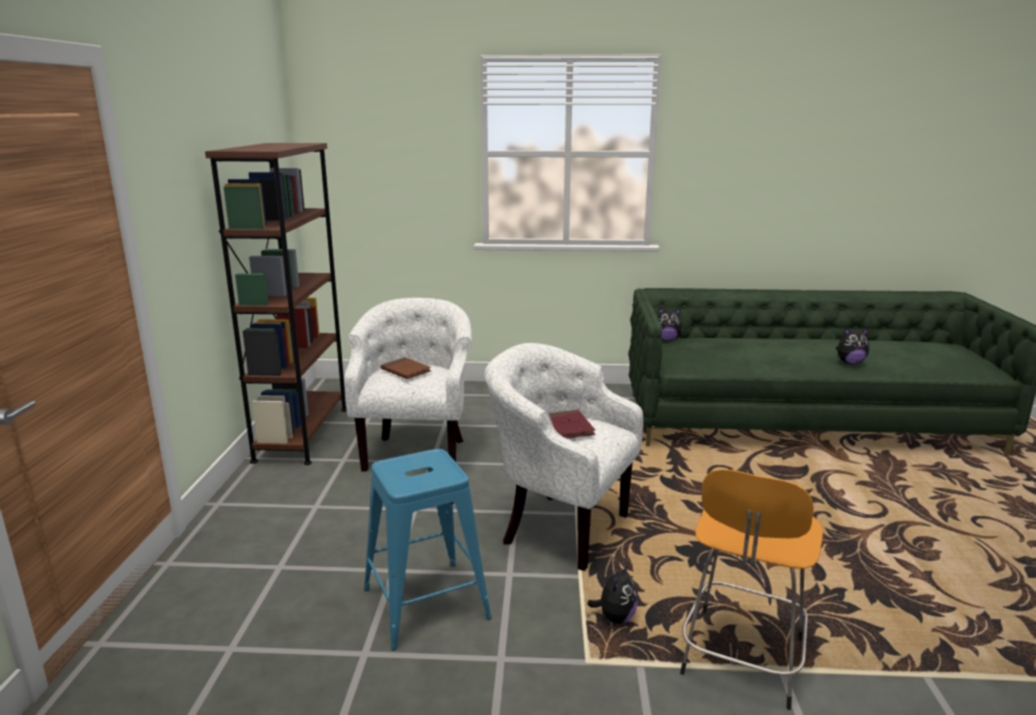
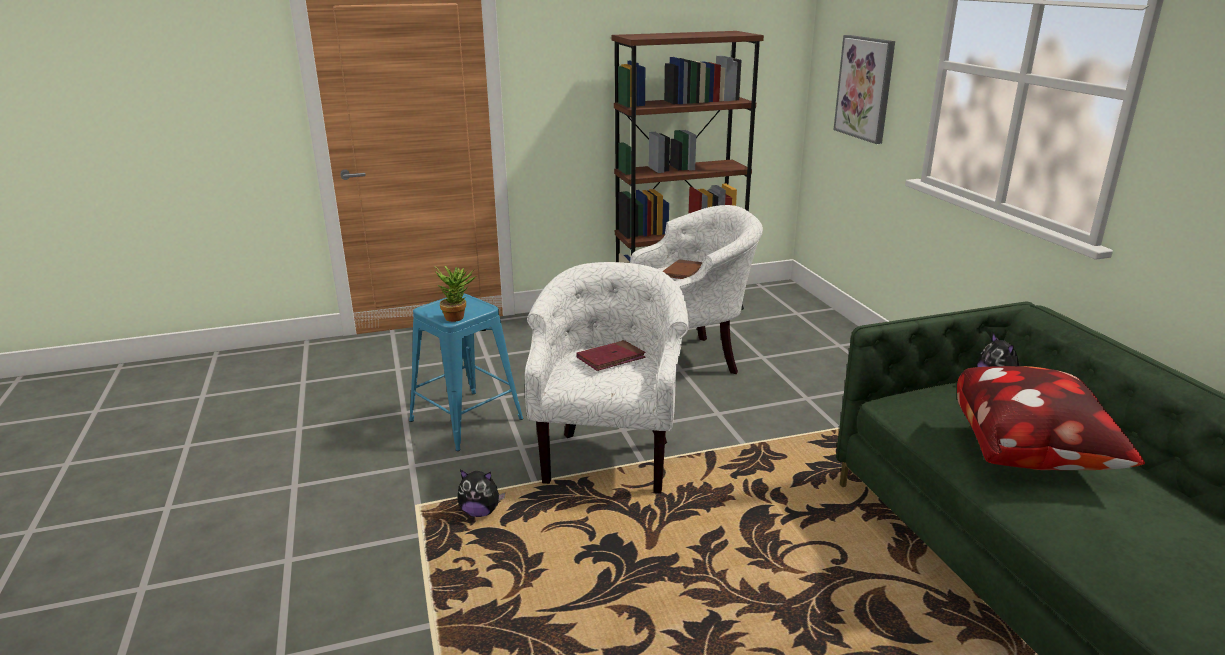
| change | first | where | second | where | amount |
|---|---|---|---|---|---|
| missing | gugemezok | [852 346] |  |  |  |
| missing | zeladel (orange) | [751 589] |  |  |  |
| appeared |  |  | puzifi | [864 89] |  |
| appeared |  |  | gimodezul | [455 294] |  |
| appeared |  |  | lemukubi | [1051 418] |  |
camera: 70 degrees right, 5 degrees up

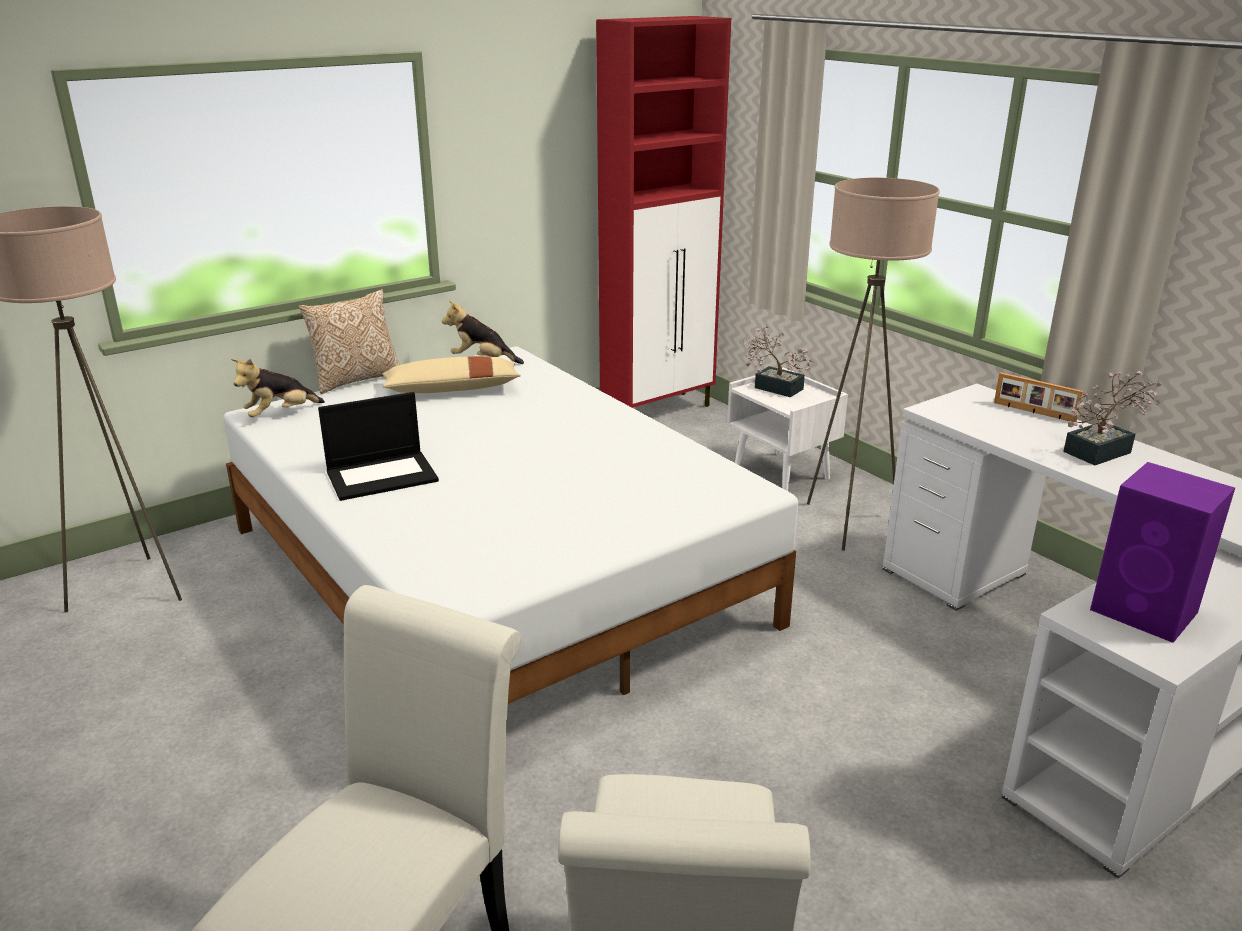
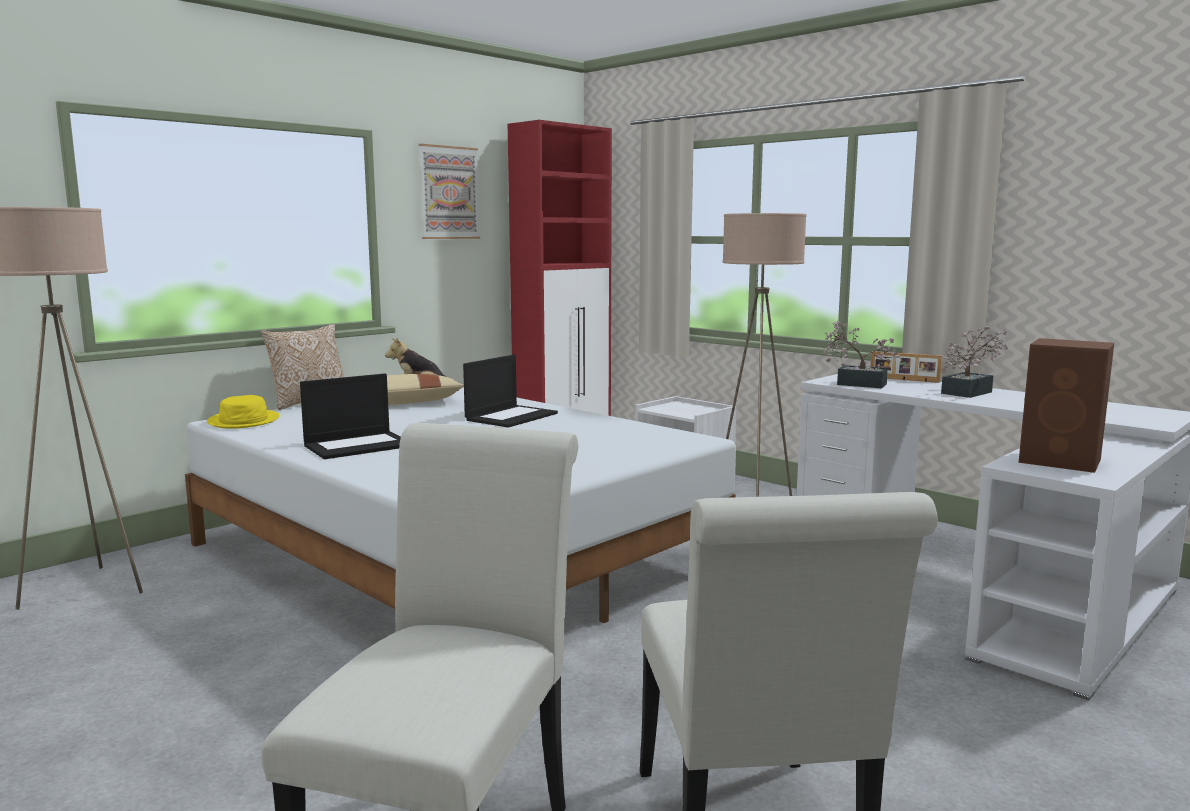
| change | first | where | second | where | amount |
|---|---|---|---|---|---|
| relocated | gimodezul | [779 361] |  | [861 354] |  |
| exchanged | gugemezok | [278 387] | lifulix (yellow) | [243 412] |  |
| colour | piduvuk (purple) | [1162 552] | piduvuk (brown) | [1066 405] |  |
| appeared |  |  | puzifi | [449 191] |  |
| appeared |  |  | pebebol | [510 391] |  |
camera: 10 degrees left, 15 degrees down

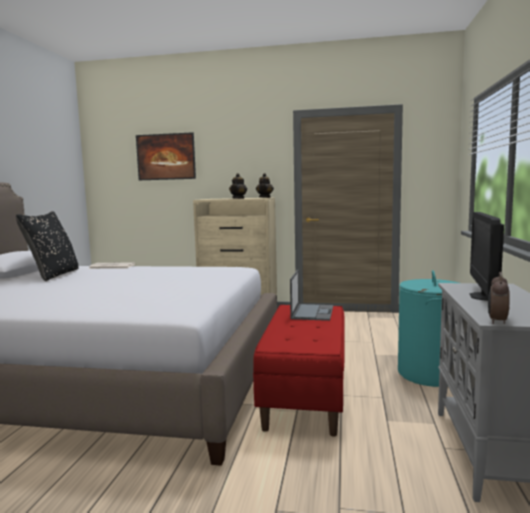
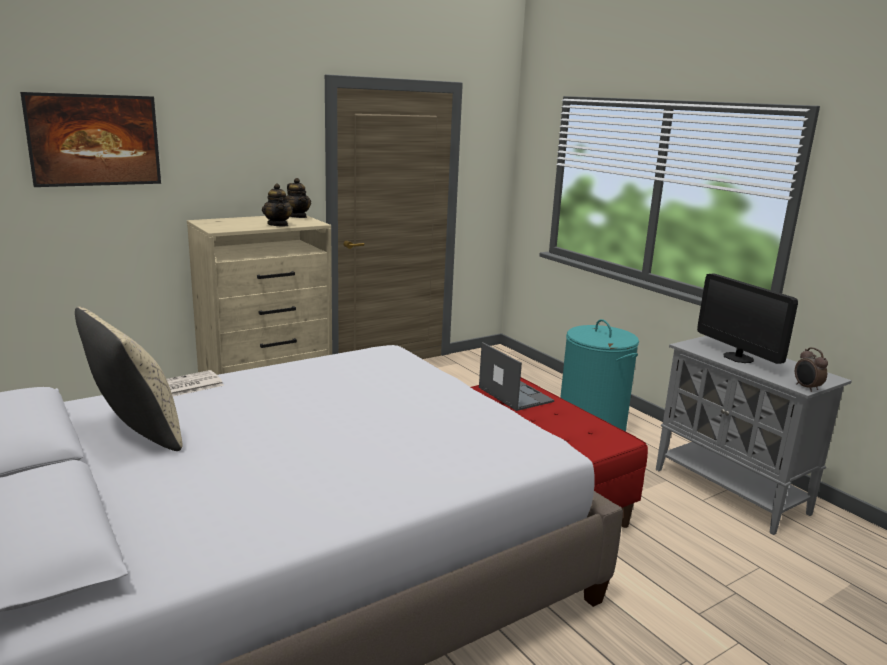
| change | first | where | second | where | amount |
|---|---|---|---|---|---|
| colour | lemukubi (black) | [47 246] | lemukubi (beige) | [129 379] |  |
camera: 45 degrees left, 10 degrees up

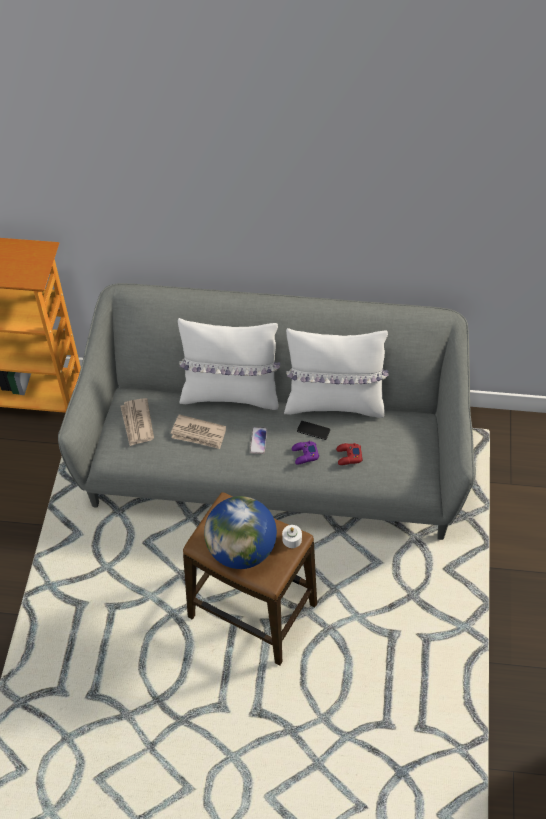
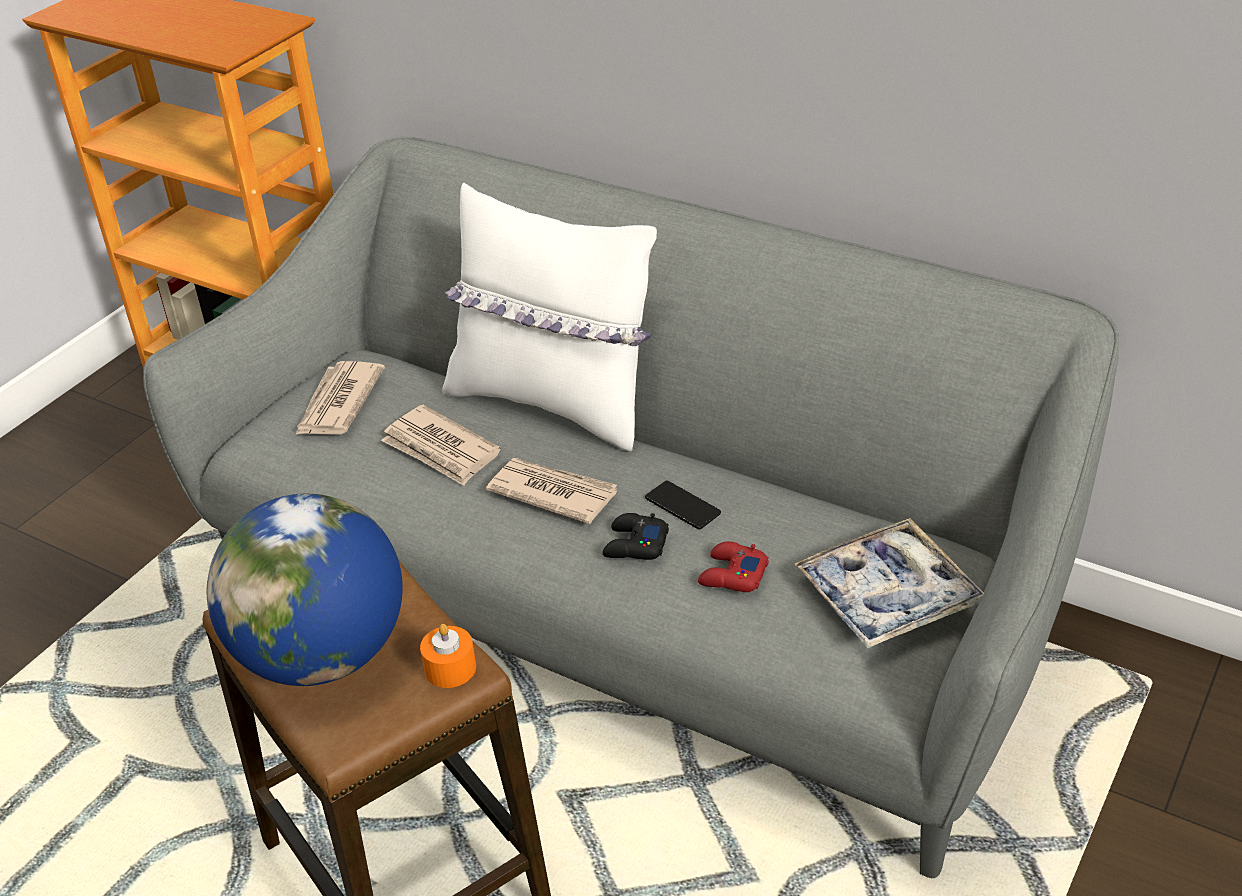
| change | first | where | second | where | amount |
|---|---|---|---|---|---|
| missing | lemukubi (white) | [336 373] |  |  |  |
| exchanged | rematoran | [258 440] | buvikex | [551 491] |  |
| colour | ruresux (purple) | [305 453] | ruresux (black) | [636 536] |  |
| colour | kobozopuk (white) | [292 536] | kobozopuk (orange) | [448 656] |  |
| appeared |  |  | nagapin | [889 583] |  |
camera: 25 degrees right, 15 degrees down

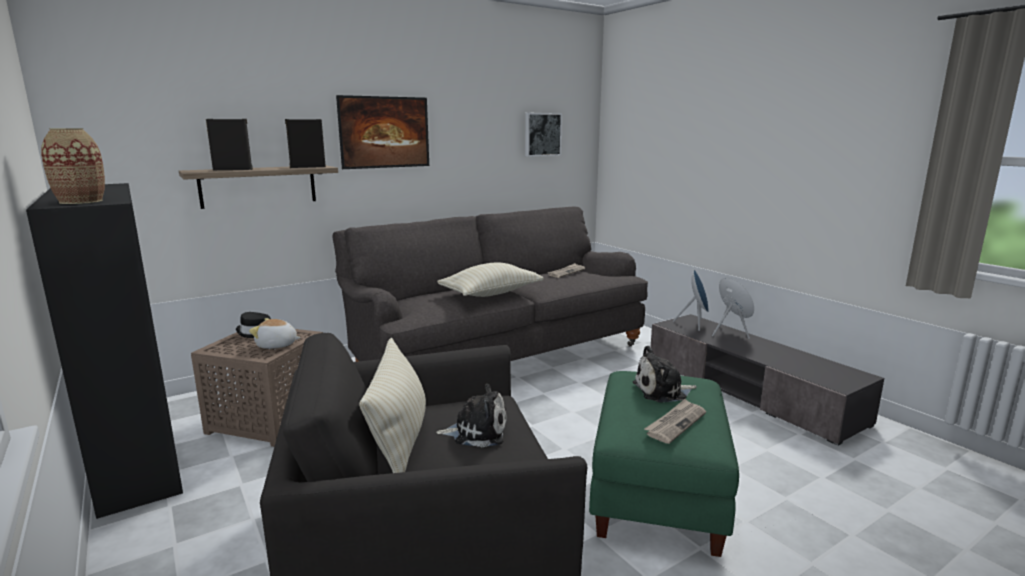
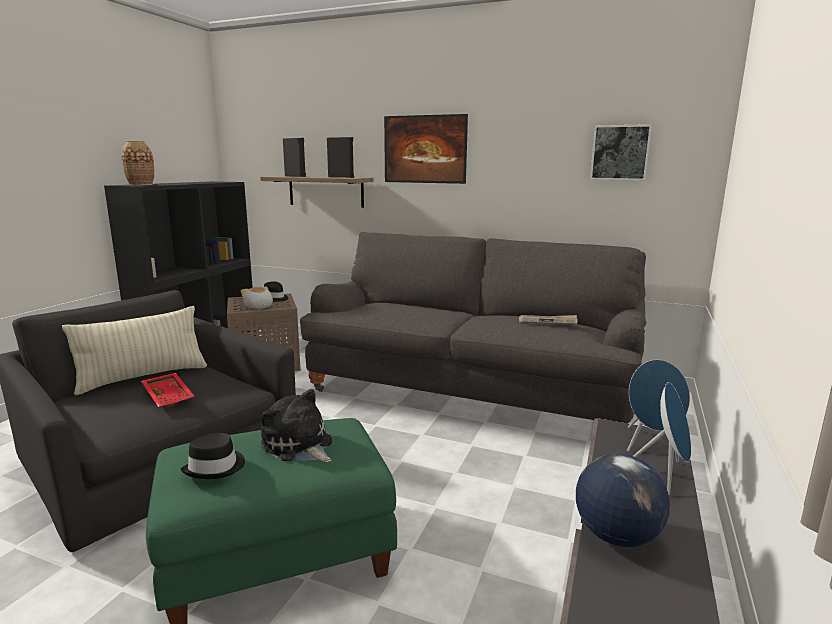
| change | first | where | second | where | amount |
|---|---|---|---|---|---|
| missing | lemukubi (beige) | [490 280] |  |  |  |
| exchanged | gugemezok | [471 415] | nagapin (red) | [167 390] |  |
| exchanged | buvikex | [675 421] | lifulix (black) | [213 456] |  |
| appeared |  |  | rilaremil | [623 500] |  |
camera: 55 degrees right, 0 degrees up

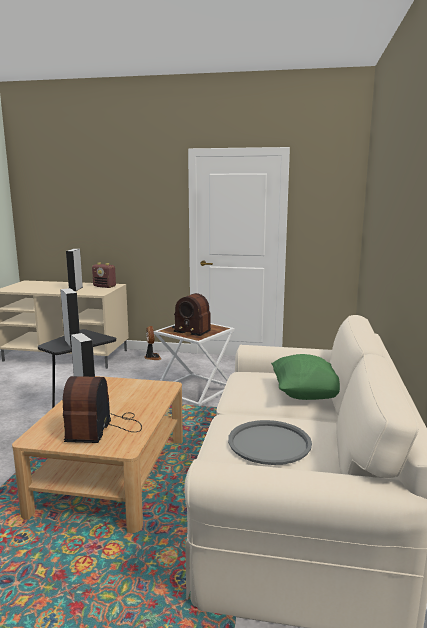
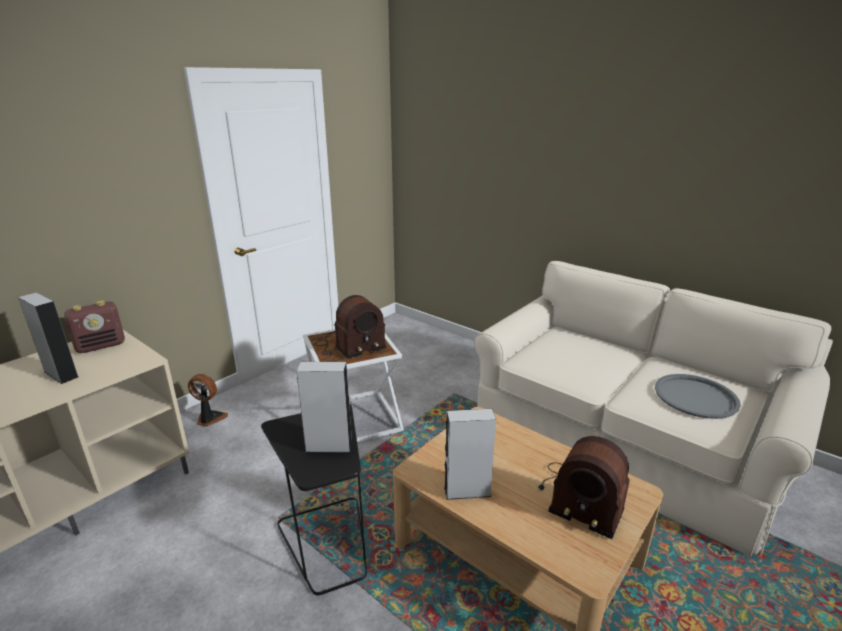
| change | first | where | second | where | amount |
|---|---|---|---|---|---|
| missing | lemukubi (green) | [305 377] |  |  |  |
camera: 60 degrees left, 10 degrees up

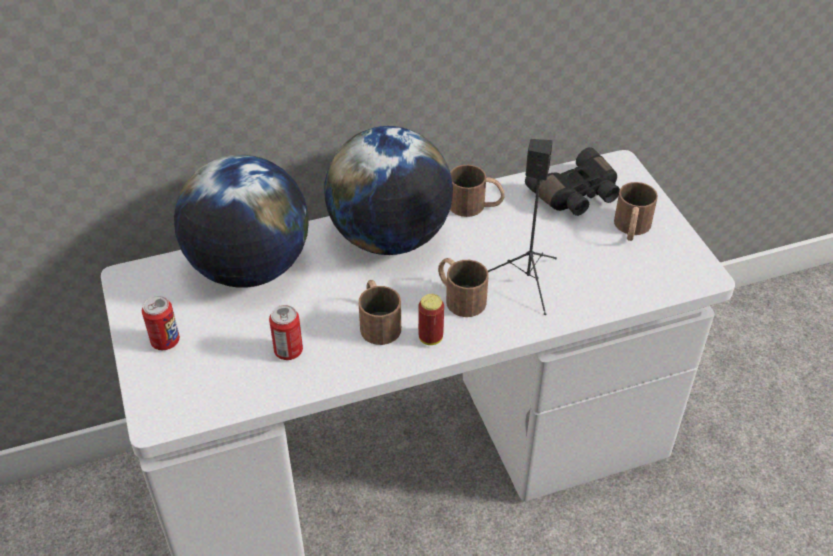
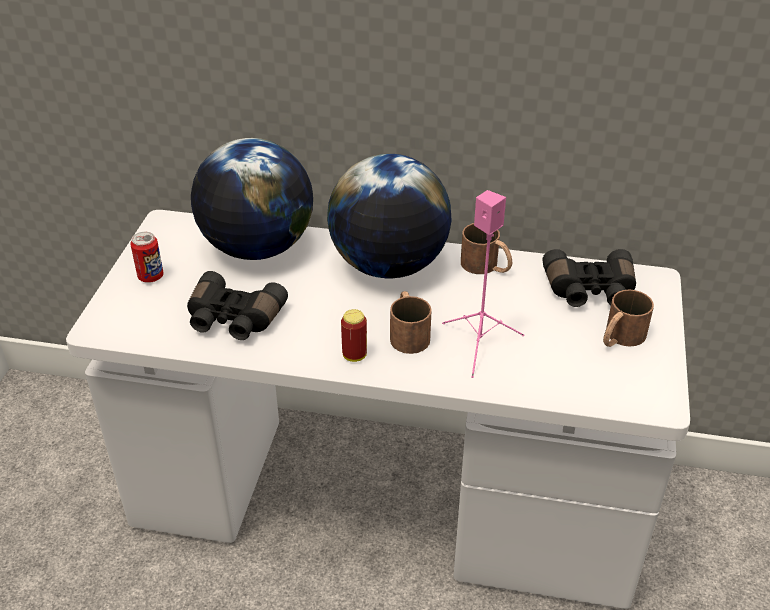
| change | first | where | second | where | amount |
|---|---|---|---|---|---|
| colour | piduvuk (black) | [522 227] | piduvuk (pink) | [483 284] |  |
| missing | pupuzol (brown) | [380 312] |  |  |  |
| exchanged | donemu | [286 332] | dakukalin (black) | [237 305] |  |
camera: 30 degrees right, 5 degrees down

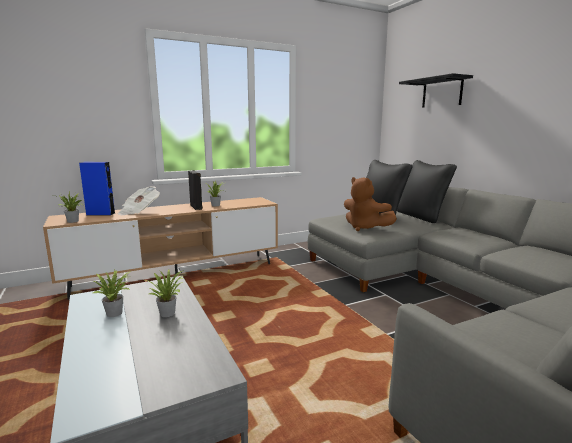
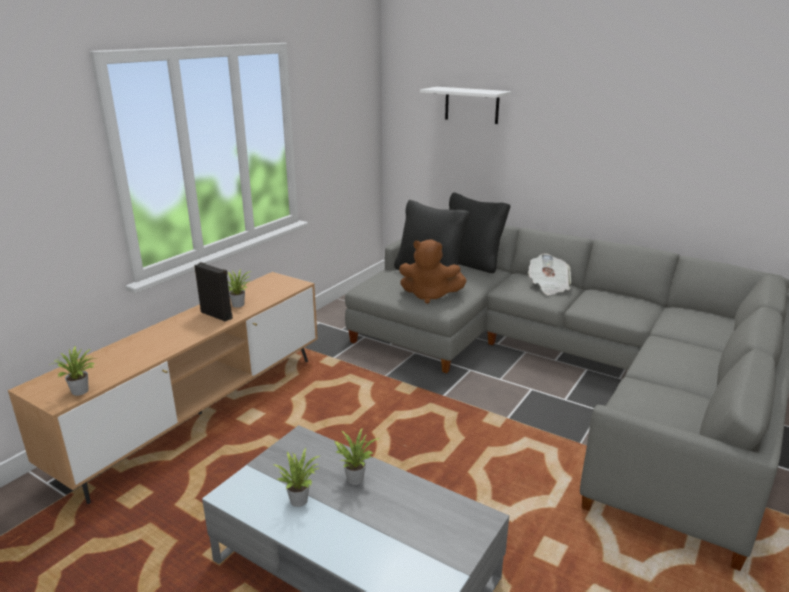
| change | first | where | second | where | amount |
|---|---|---|---|---|---|
| colour | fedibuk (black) | [436 90] | fedibuk (white) | [465 105] |  |
| missing | piduvuk (blue) | [97 189] |  |  |  |
| relocated | buvikex | [139 200] |  | [549 274] |  |
camera: 30 degrees left, 10 degrees up

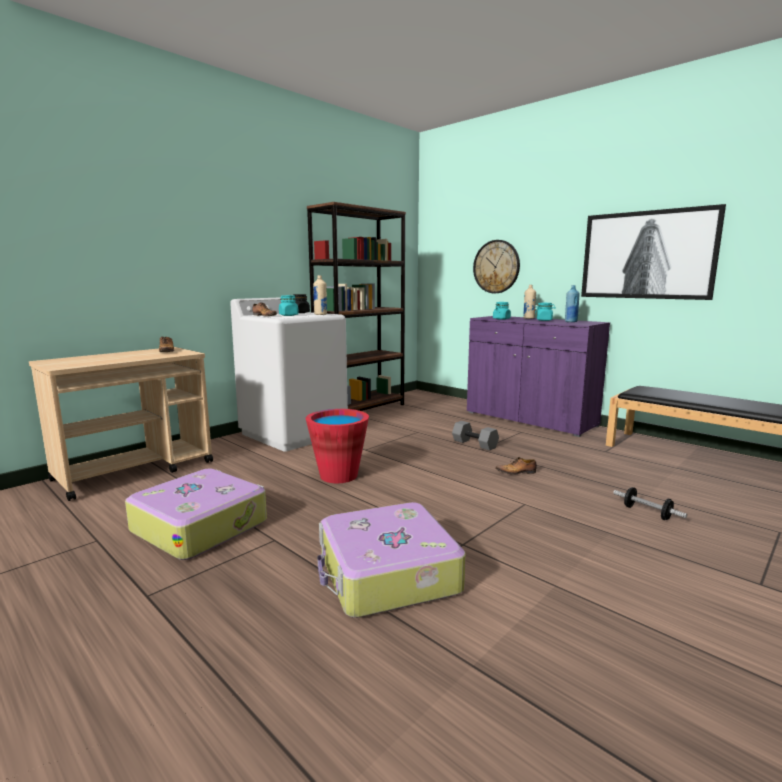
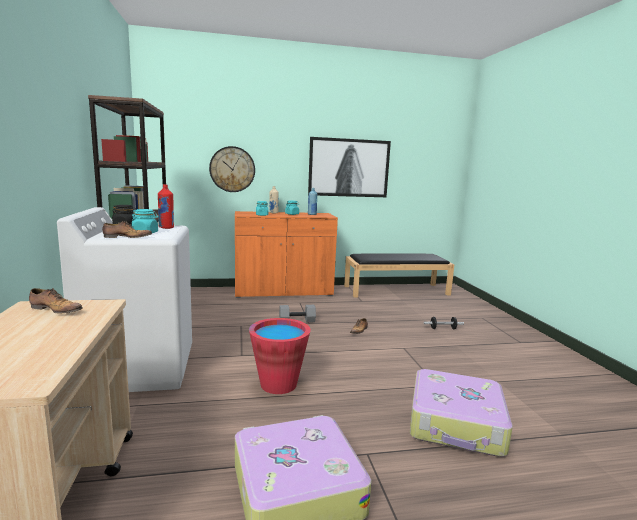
| change | first | where | second | where | amount |
|---|---|---|---|---|---|
| colour | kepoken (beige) | [320 295] | kepoken (red) | [166 206] |  |
| colour | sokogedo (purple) | [538 376] | sokogedo (orange) | [286 254] |  |
camera: 55 degrees left, 0 degrees up

